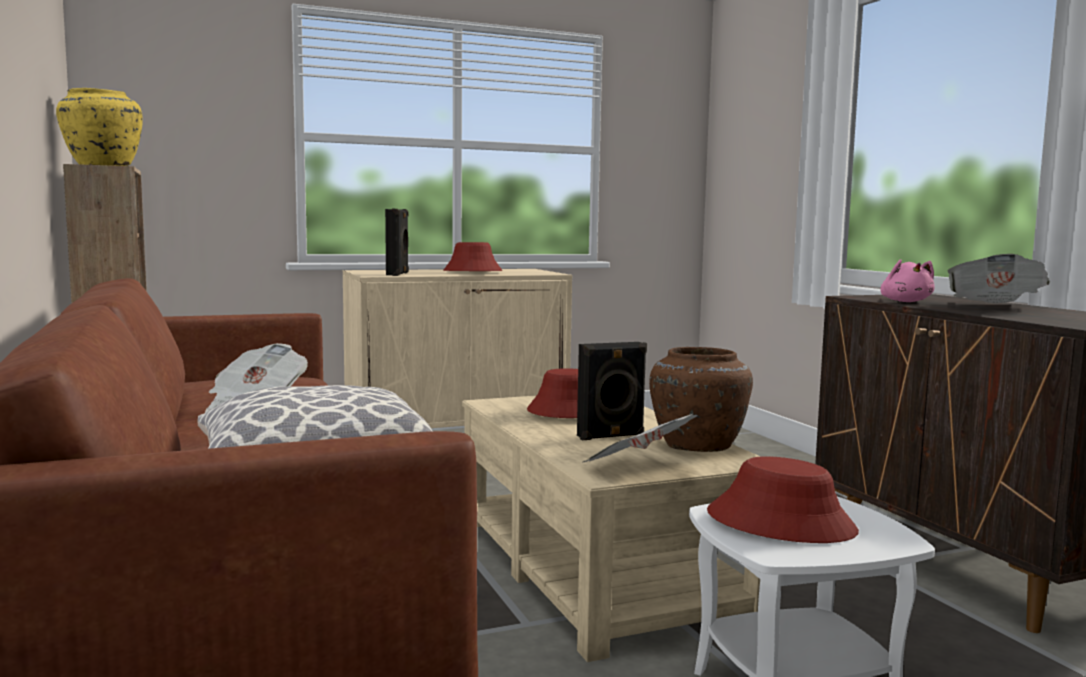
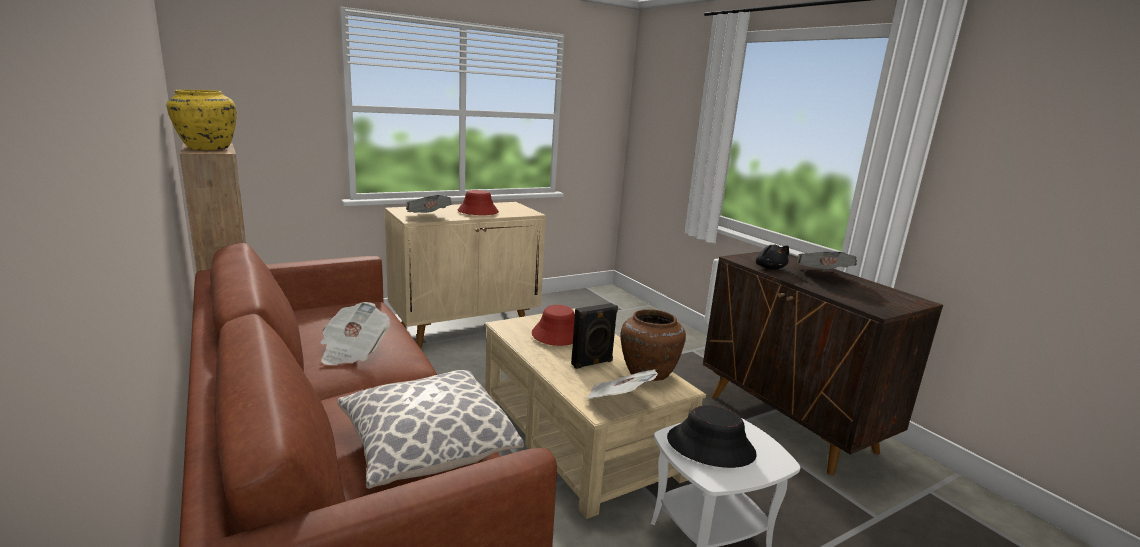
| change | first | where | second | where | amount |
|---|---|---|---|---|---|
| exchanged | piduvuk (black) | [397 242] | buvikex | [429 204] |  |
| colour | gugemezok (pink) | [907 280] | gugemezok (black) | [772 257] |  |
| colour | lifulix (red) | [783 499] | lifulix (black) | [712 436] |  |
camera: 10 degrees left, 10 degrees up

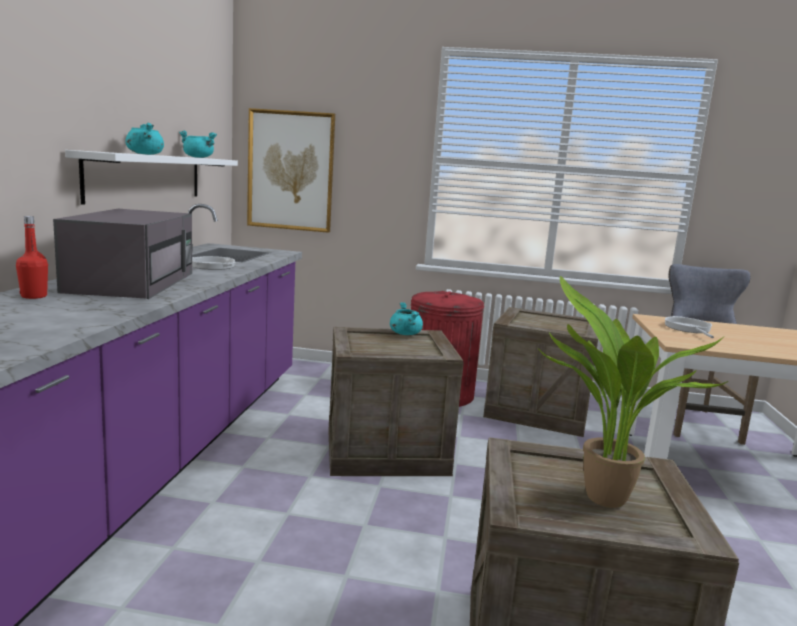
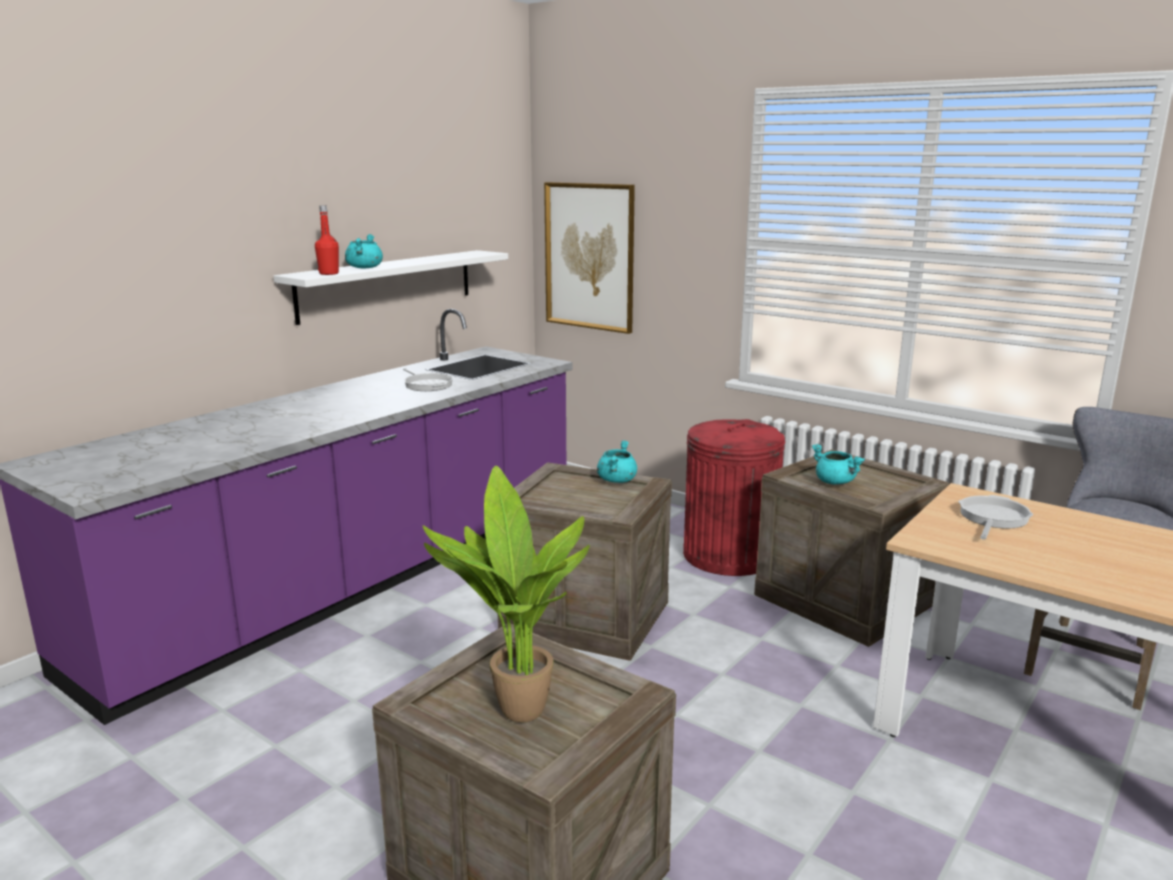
| change | first | where | second | where | amount |
|---|---|---|---|---|---|
| relocated | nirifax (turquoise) | [198 144] |  | [838 464] |  |
| missing | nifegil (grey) | [122 254] |  |  |  |
| relocated | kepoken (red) | [32 257] |  | [327 240] |  |
camera: 30 degrees right, 5 degrees up

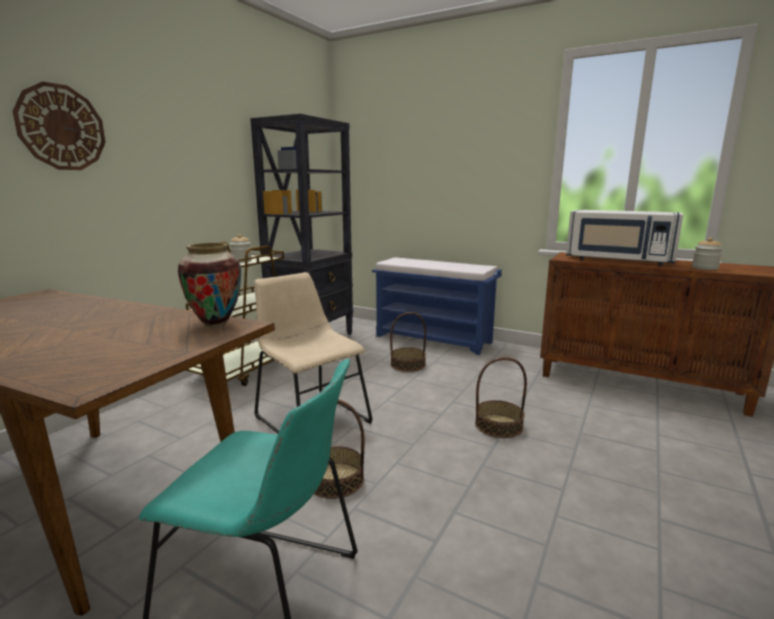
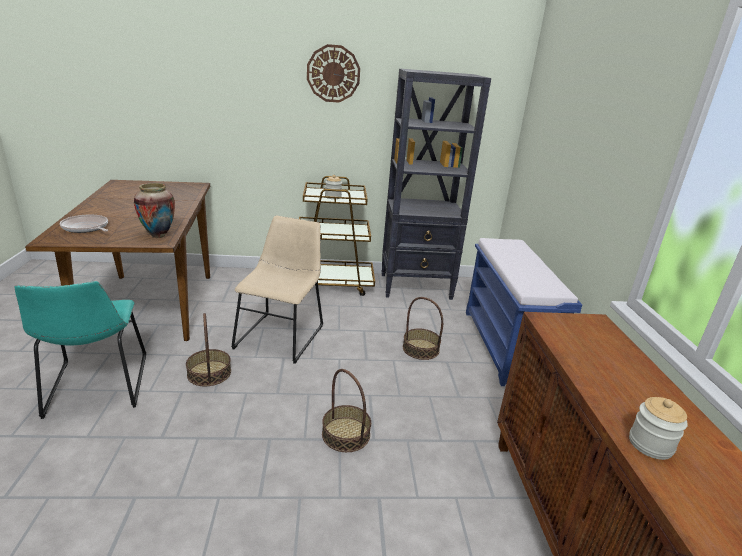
| change | first | where | second | where | amount |
|---|---|---|---|---|---|
| relocated | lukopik | [59 125] |  | [333 73] |  |
| missing | nifegil (white) | [624 238] |  |  |  |
| appeared |  |  | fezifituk | [84 224] |  |
camera: 55 degrees right, 10 degrees up

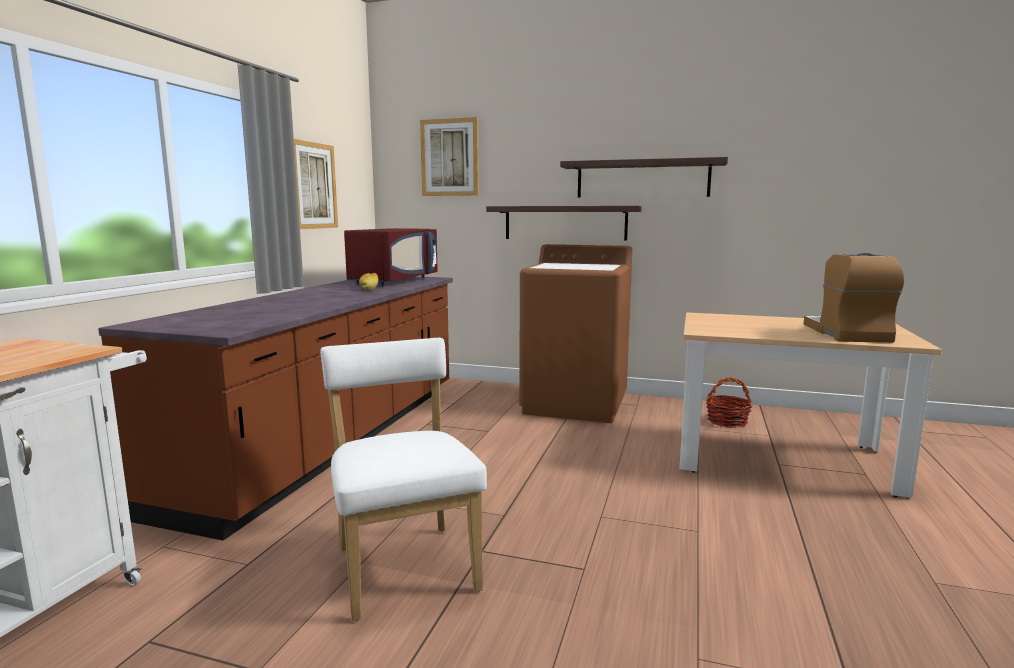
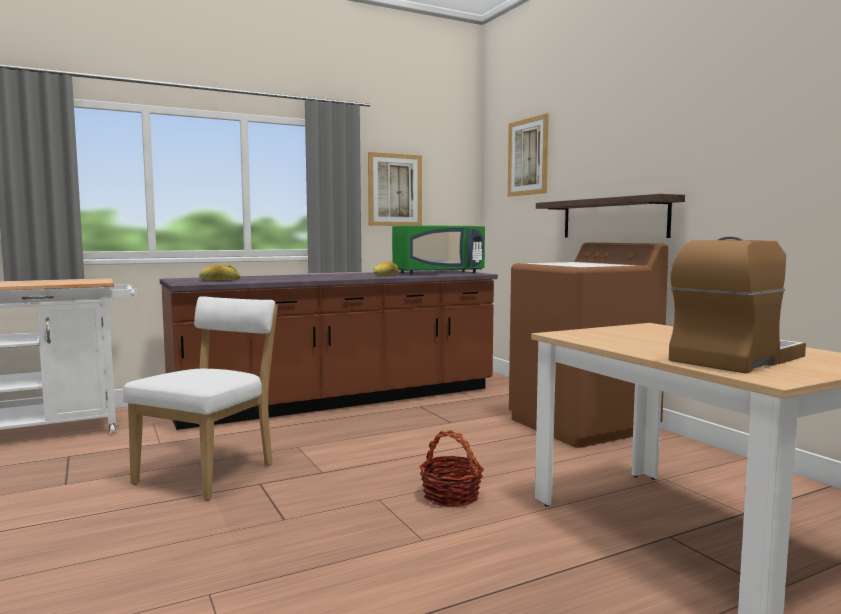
| change | first | where | second | where | amount |
|---|---|---|---|---|---|
| missing | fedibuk | [644 177] |  |  |  |
| colour | nifegil (red) | [391 256] | nifegil (green) | [438 250] |  |
| relocated | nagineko | [729 402] |  | [451 468] |  |
| appeared |  |  | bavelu | [219 272] |  |
camera: 45 degrees right, 5 degrees down

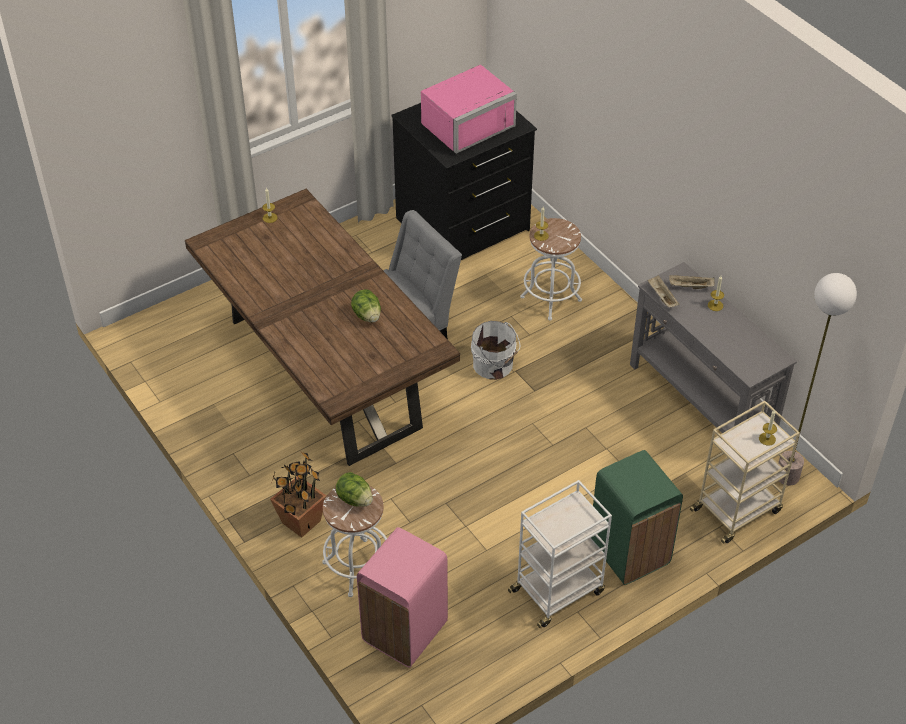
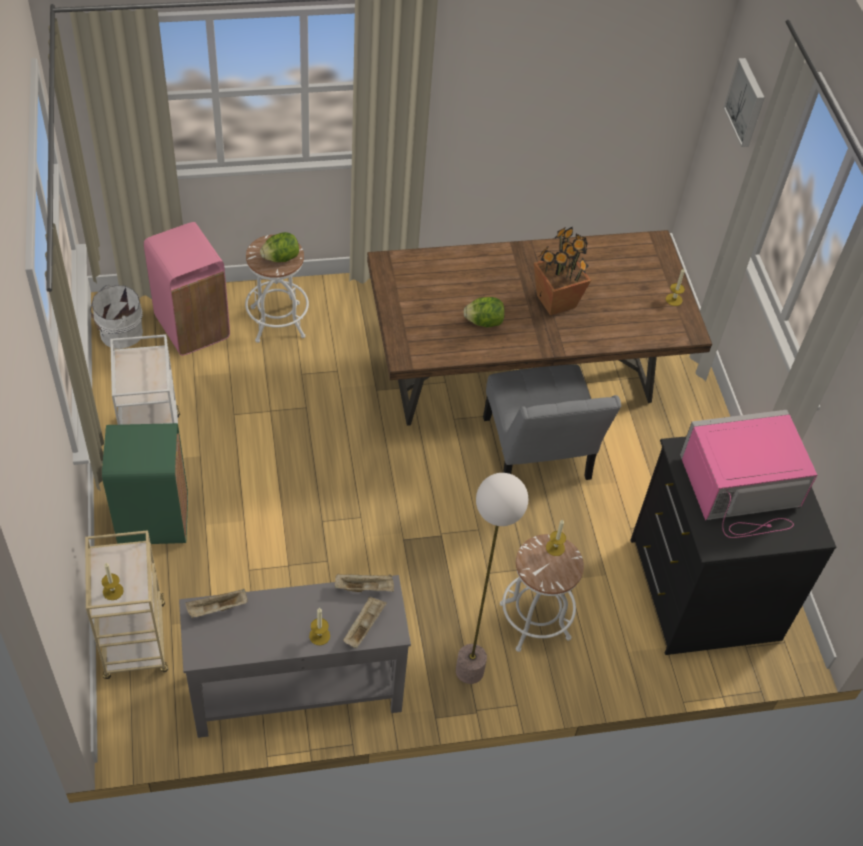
| change | first | where | second | where | amount |
|---|---|---|---|---|---|
| spun | nifegil (pink) | [469 109] |  | [748 474] | 90 degrees clockwise |
| relocated | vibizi | [817 379] |  | [492 578] |  |
| relocated | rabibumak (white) | [495 350] |  | [116 317] |  |
| relocated | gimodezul | [298 495] |  | [562 270] |  |
| appeared |  |  | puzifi | [744 102] |  |
| appeared |  |  | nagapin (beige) | [216 603] |  |
camera: 110 degrees right, 5 degrees up

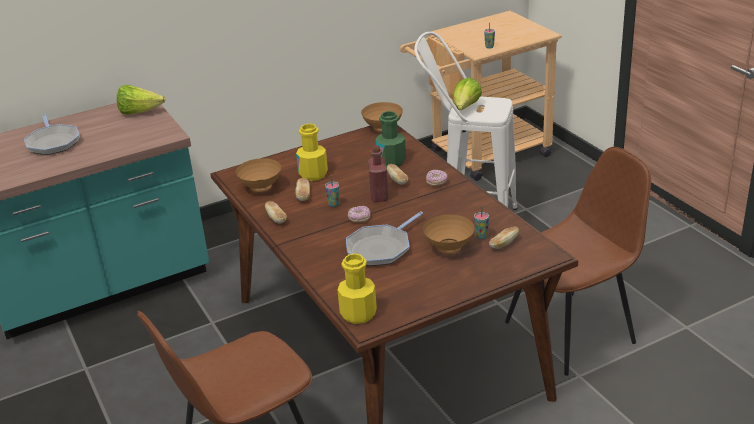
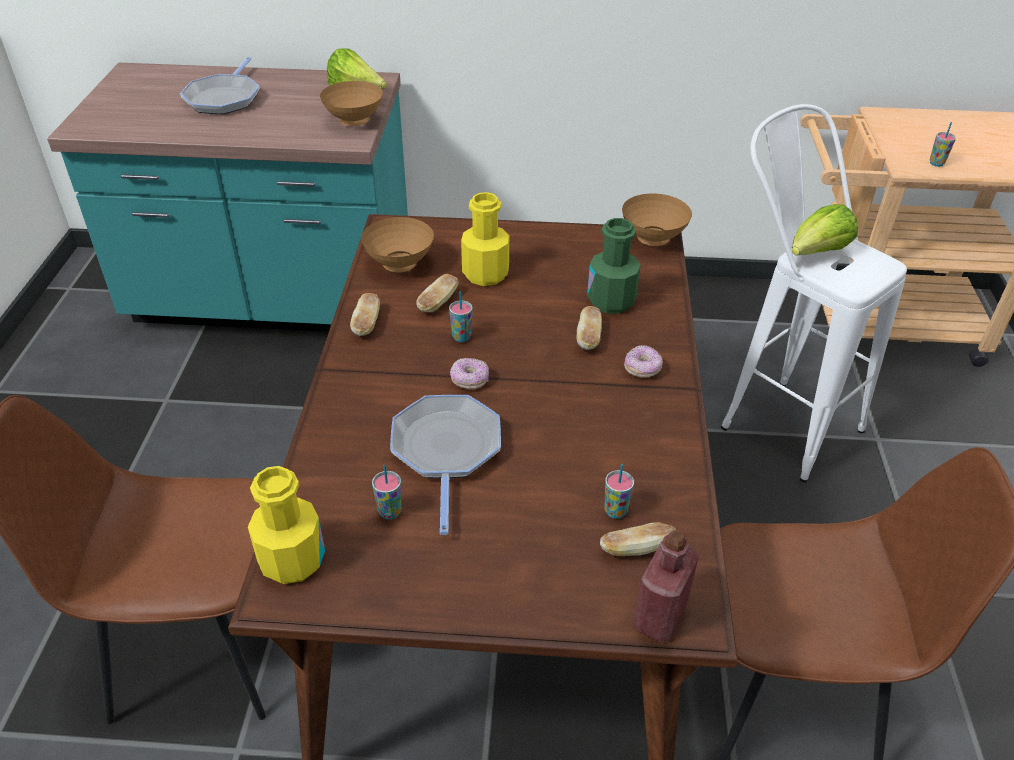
| change | first | where | second | where | amount |
|---|---|---|---|---|---|
| relocated | kepoken (red) | [378 173] |  | [666 585] |  |
| spun | fezifituk | [384 238] |  | [445 465] | 105 degrees clockwise |
| relocated | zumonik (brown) | [449 234] |  | [351 103] |  |
| appeared |  |  | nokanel | [386 492] |  |
camera: 30 degrees right, 10 degrees up

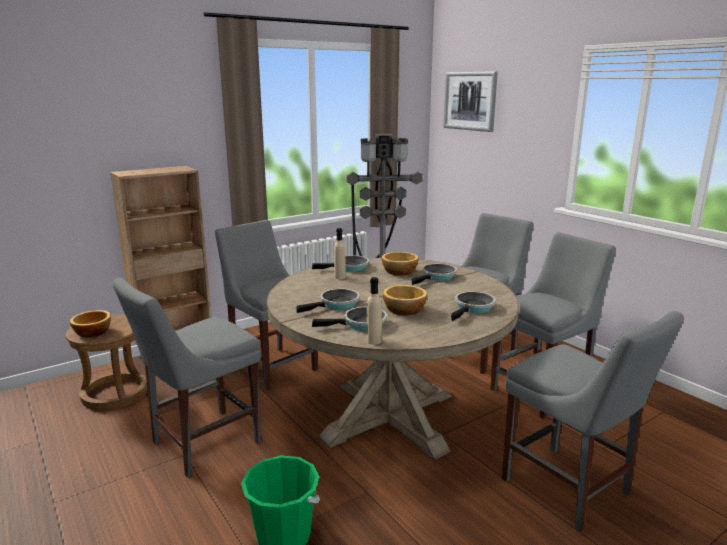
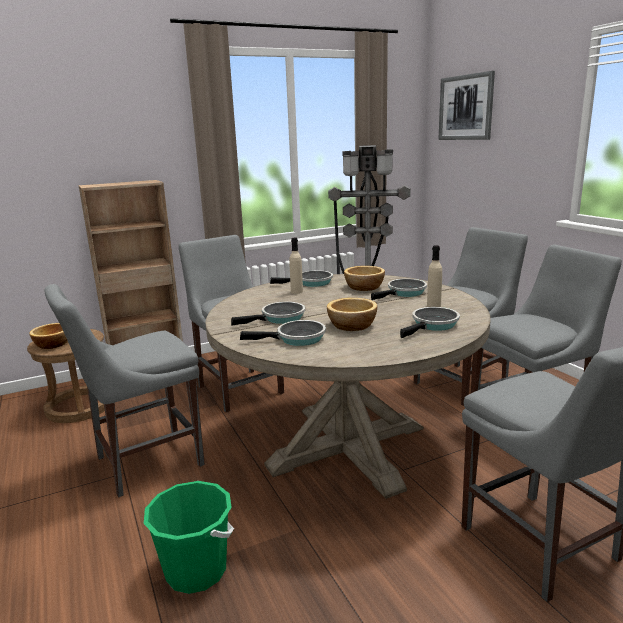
| change | first | where | second | where | amount |
|---|---|---|---|---|---|
| relocated | kepoken (beige) | [374 311] |  | [434 276] |  |
camera: 10 degrees right, 0 degrees up

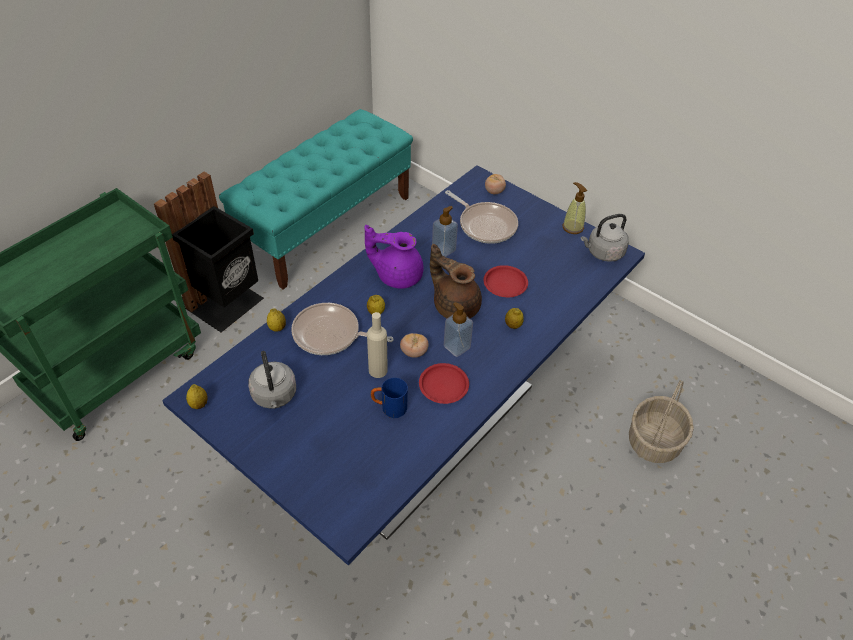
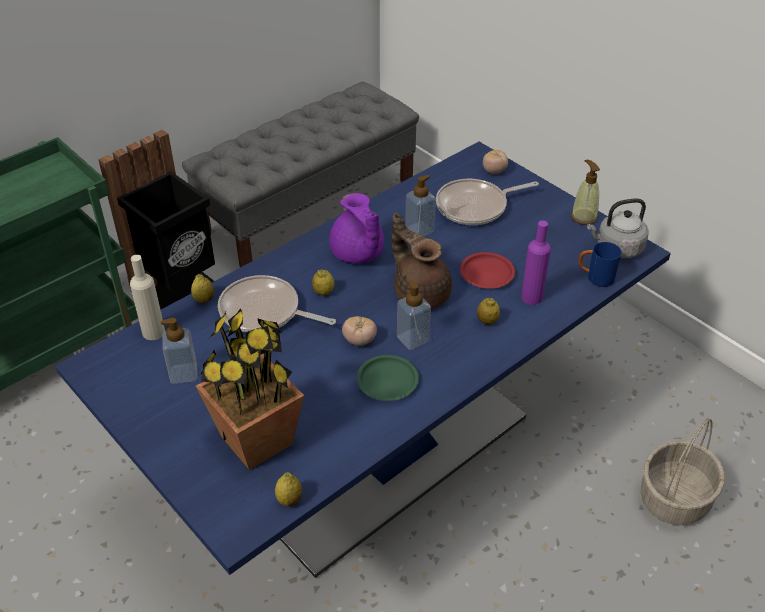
| change | first | where | second | where | amount |
|---|---|---|---|---|---|
| colour | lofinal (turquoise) | [316 199] | lofinal (grey) | [300 174] |  |
| spun | fezifituk | [481 217] |  | [487 202] | 105 degrees clockwise |
| spun | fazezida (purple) | [394 257] |  | [356 228] | 135 degrees counterclockwise |
| relocated | kepoken (beige) | [377 345] |  | [147 297] |  |
| exchanged | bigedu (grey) | [272 380] | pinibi | [179 351] |  |
| colour | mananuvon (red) | [444 383] | mananuvon (green) | [388 378] |  |
| relocated | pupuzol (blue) | [389 398] |  | [599 264] |  |
| relocated | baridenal | [197 396] |  | [288 489] |  |
| appeared |  |  | kepoken (purple) | [536 263] |  |
| appeared |  |  | gimodezul | [250 389] |  |
camera: 10 degrees right, 5 degrees down

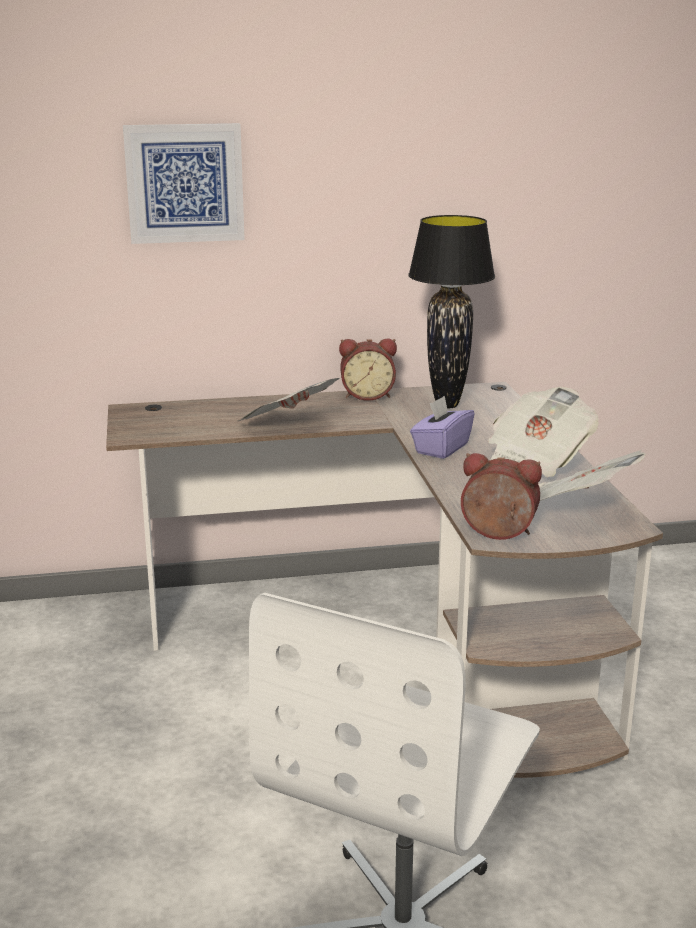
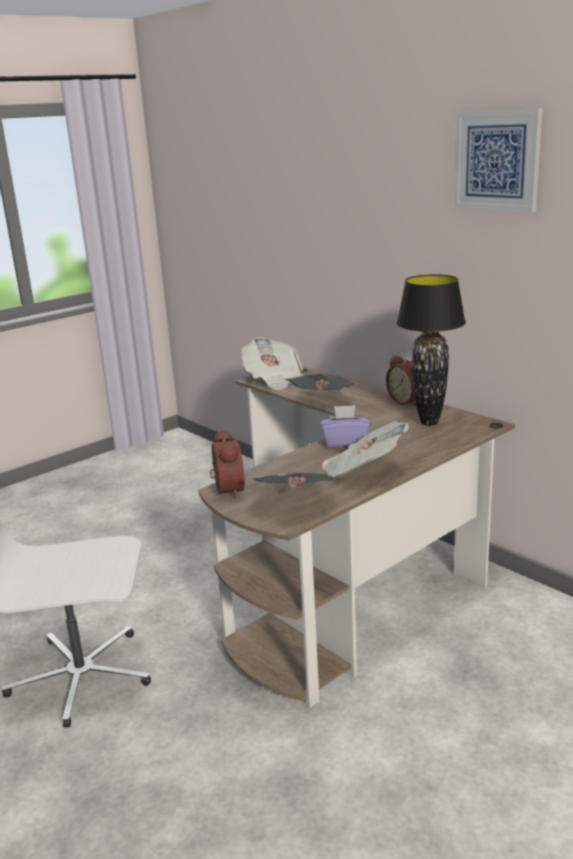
| change | first | where | second | where | amount |
|---|---|---|---|---|---|
| relocated | puzifi | [184 183] |  | [498 160] |  |
| appeared |  |  | buvikex | [272 363] |  |
camera: 60 degrees right, 0 degrees up

